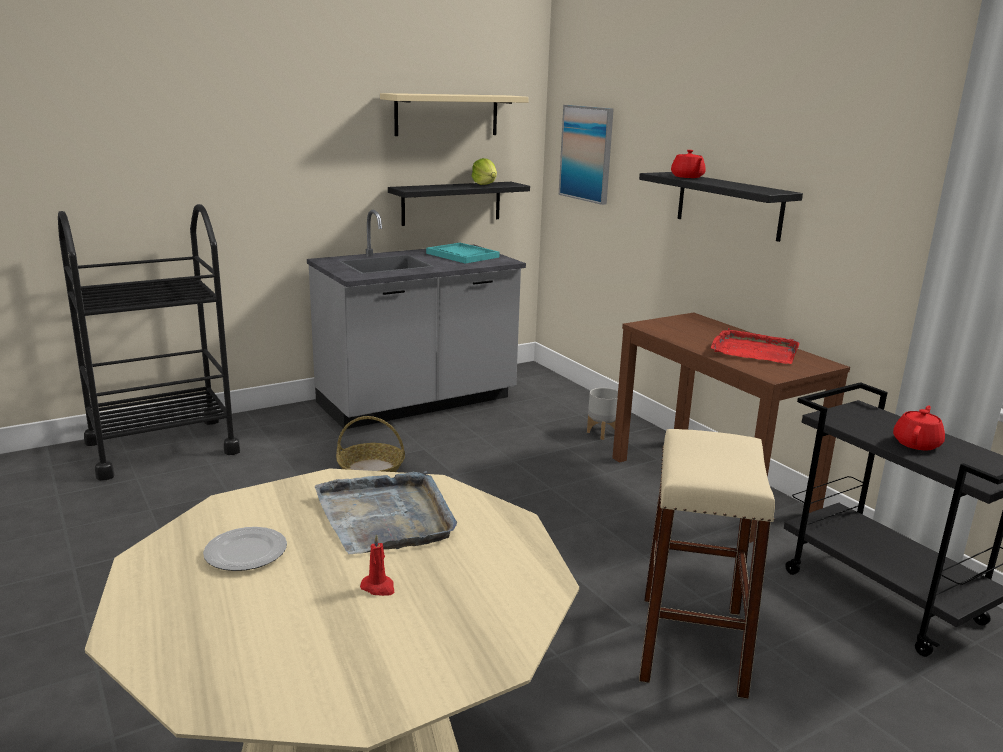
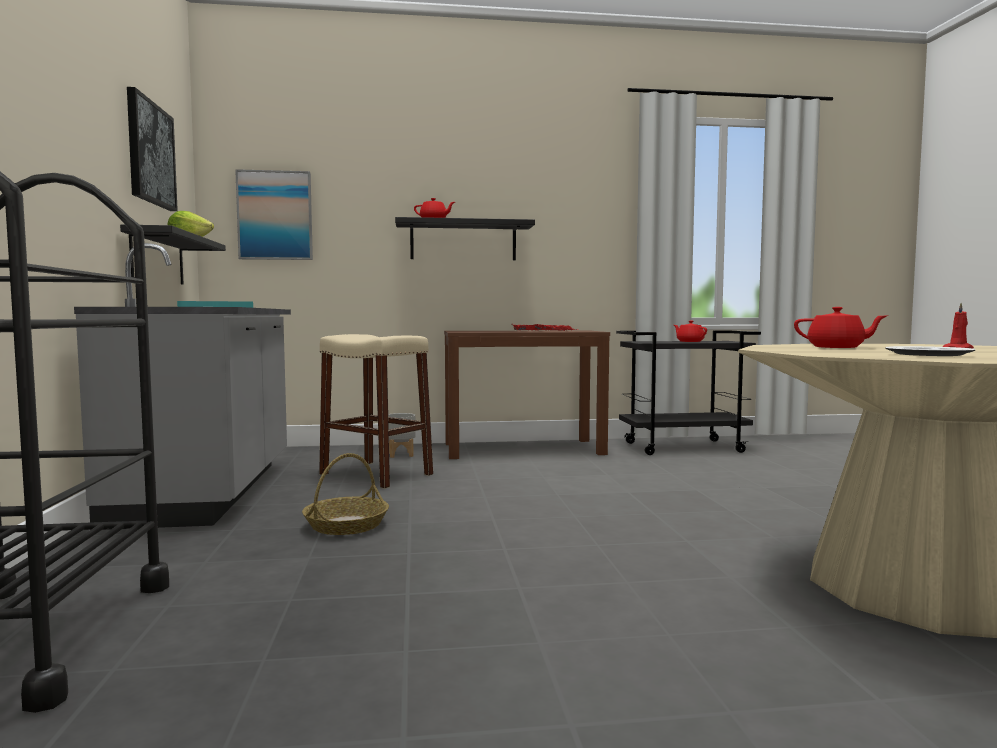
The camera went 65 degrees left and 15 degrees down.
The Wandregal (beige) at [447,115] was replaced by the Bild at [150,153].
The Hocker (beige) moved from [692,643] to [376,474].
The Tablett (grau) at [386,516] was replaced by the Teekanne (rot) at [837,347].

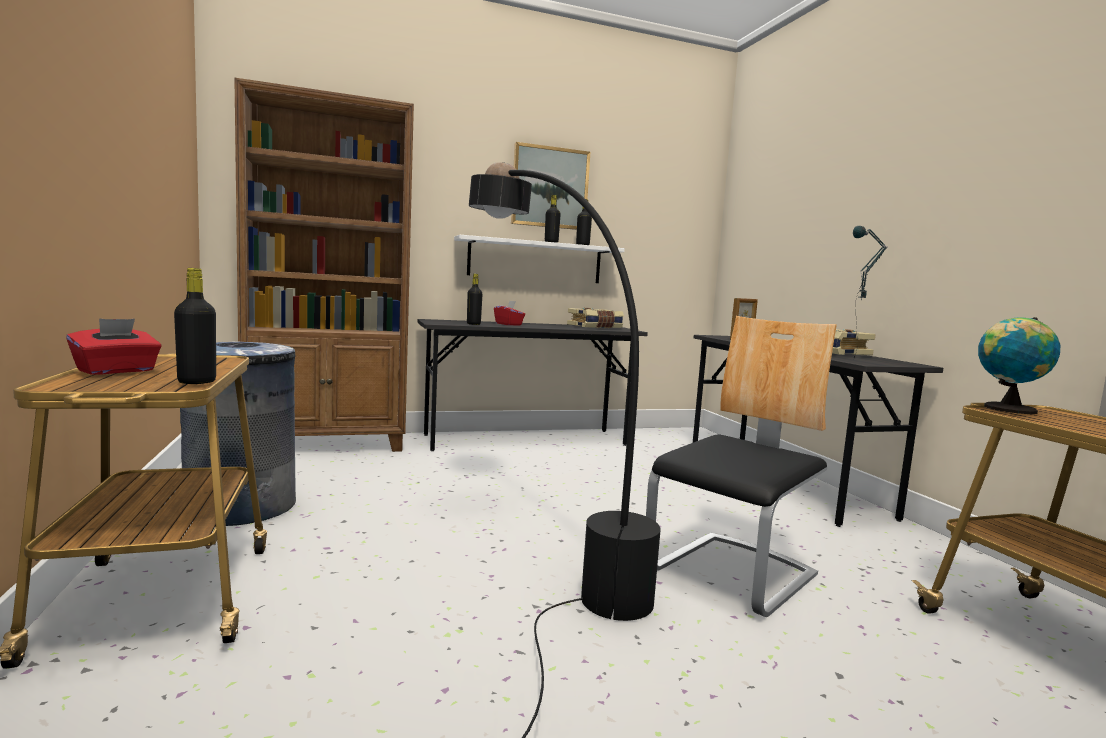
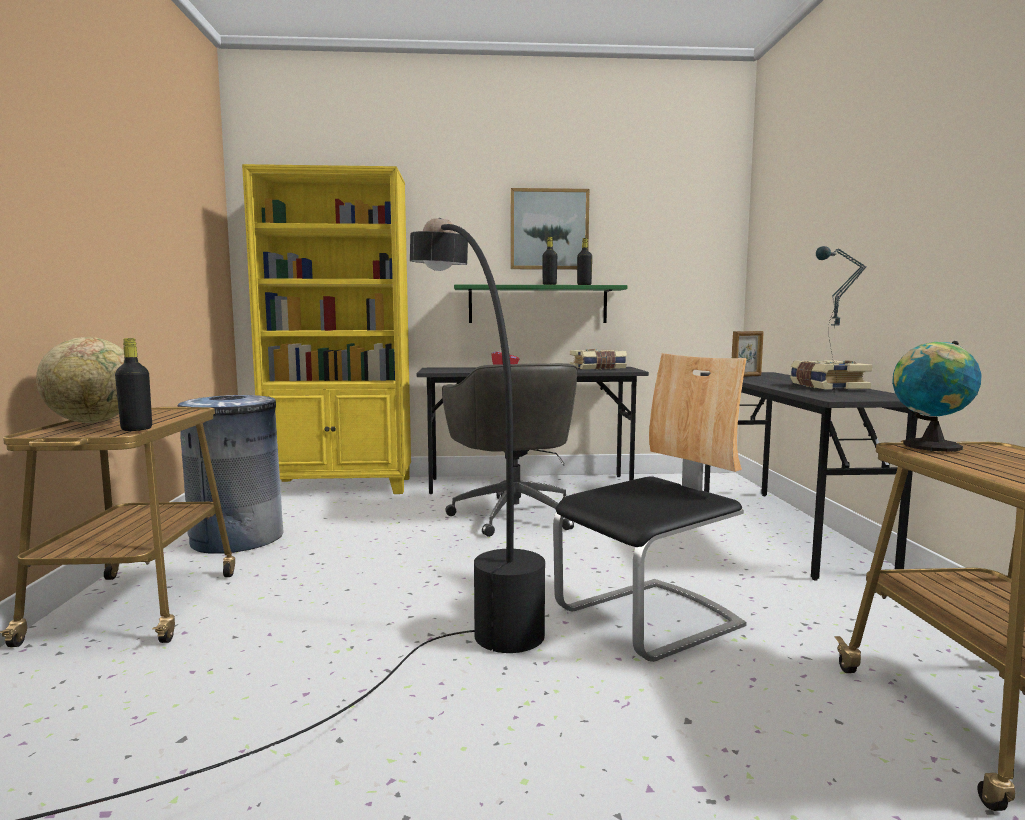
The camera went 15 degrees right and 0 degrees up.
The Taschentuchbox (rot) at [117,371] was replaced by the Globus at [93,422].
The Bücherregal (braun) at [328,444] became the Bücherregal (gelb) at [341,486].
The Bürostuhl (grau) at [514,514] appeared.
The Wandregal (weiß) at [535,261] became the Wandregal (grün) at [538,304].
The Flasche (schwarz) at [473,324] disappeared.

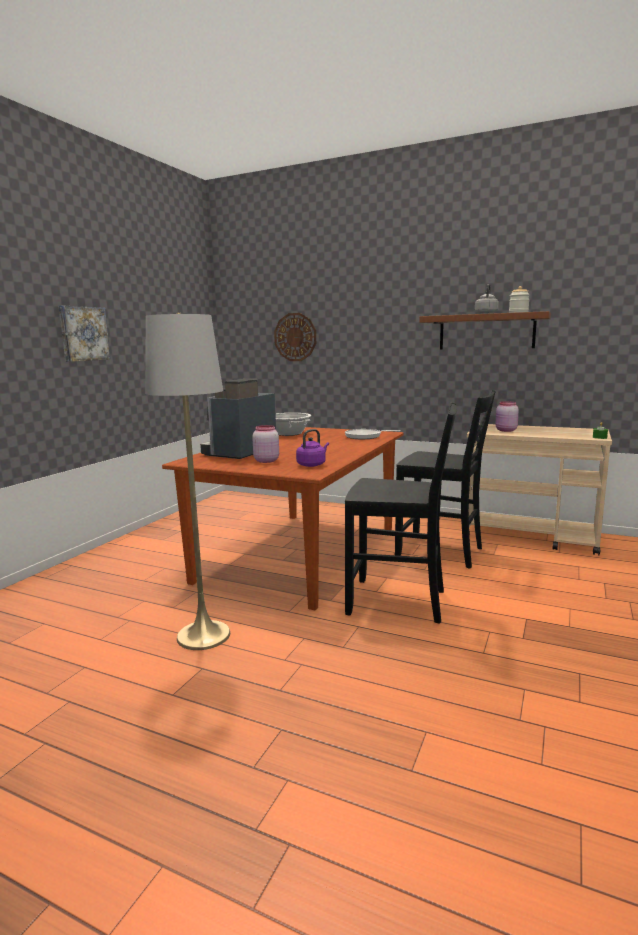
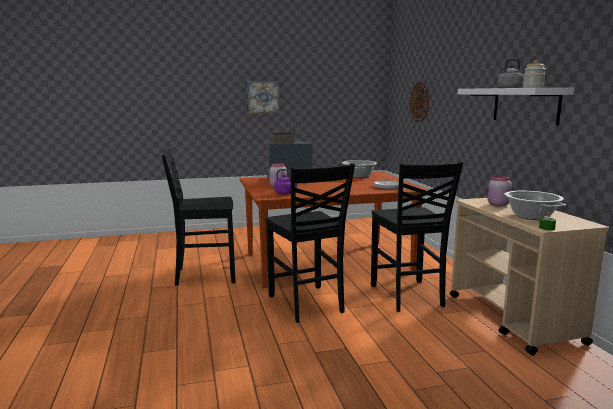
The camera went 50 degrees right and 0 degrees up.
The Stehlampe (grau) at [203,635] was replaced by the Stuhl (schwarz) at [204,275].
The Wandregal (braun) at [486,332] became the Wandregal (weiß) at [525,105].
The Kochtopf at [531,216] appeared.

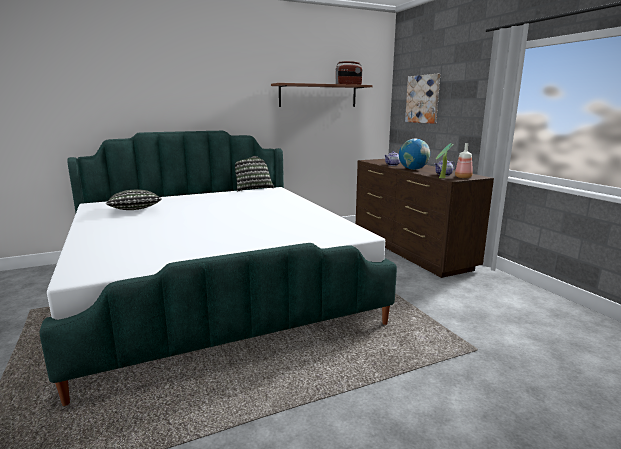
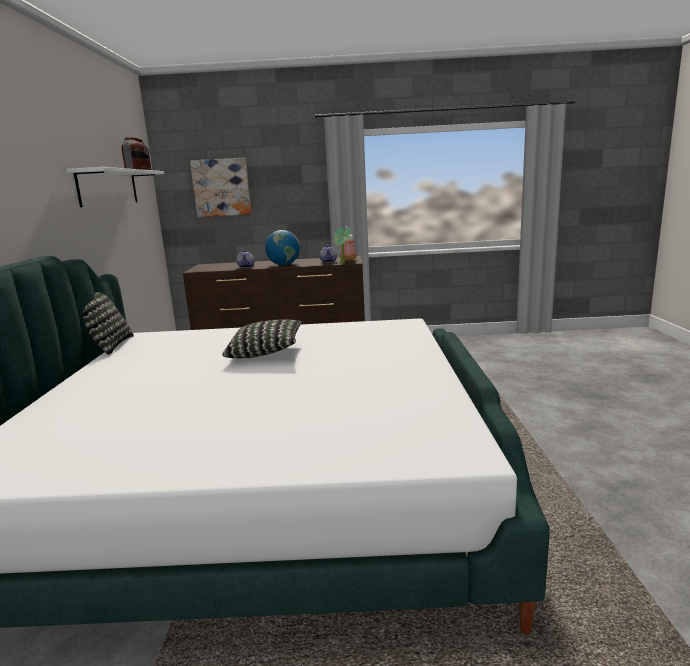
The camera went 65 degrees left and 0 degrees up.
The Wandregal (braun) at [318,95] became the Wandregal (weiß) at [108,187].
The Kissen moved from [135,210] to [266,352].

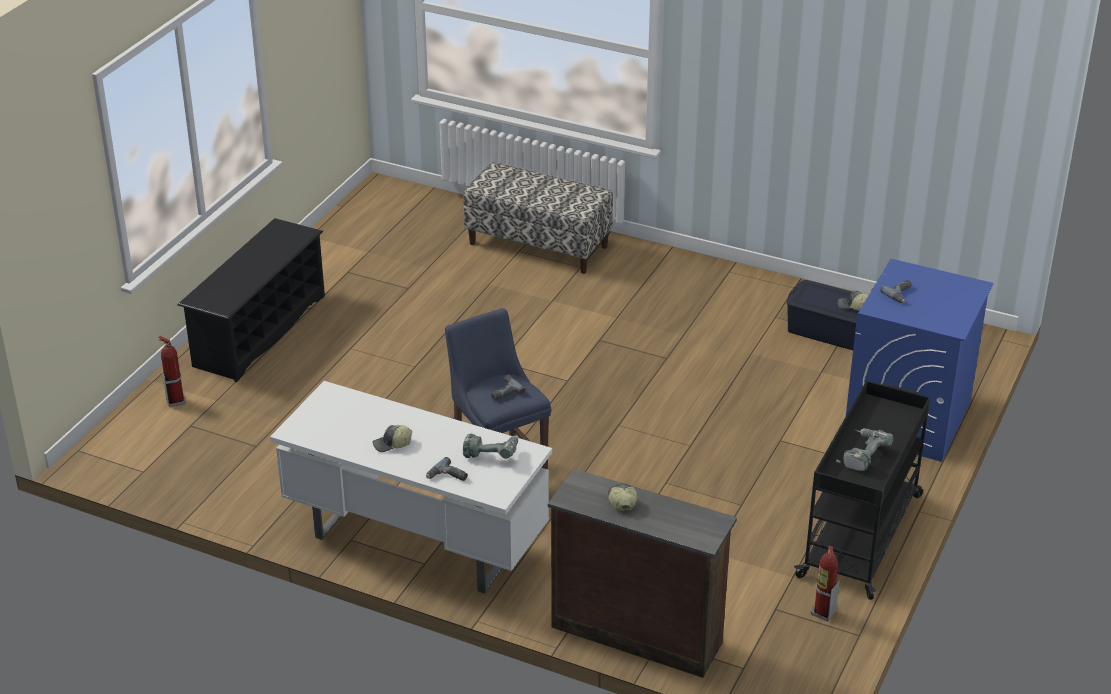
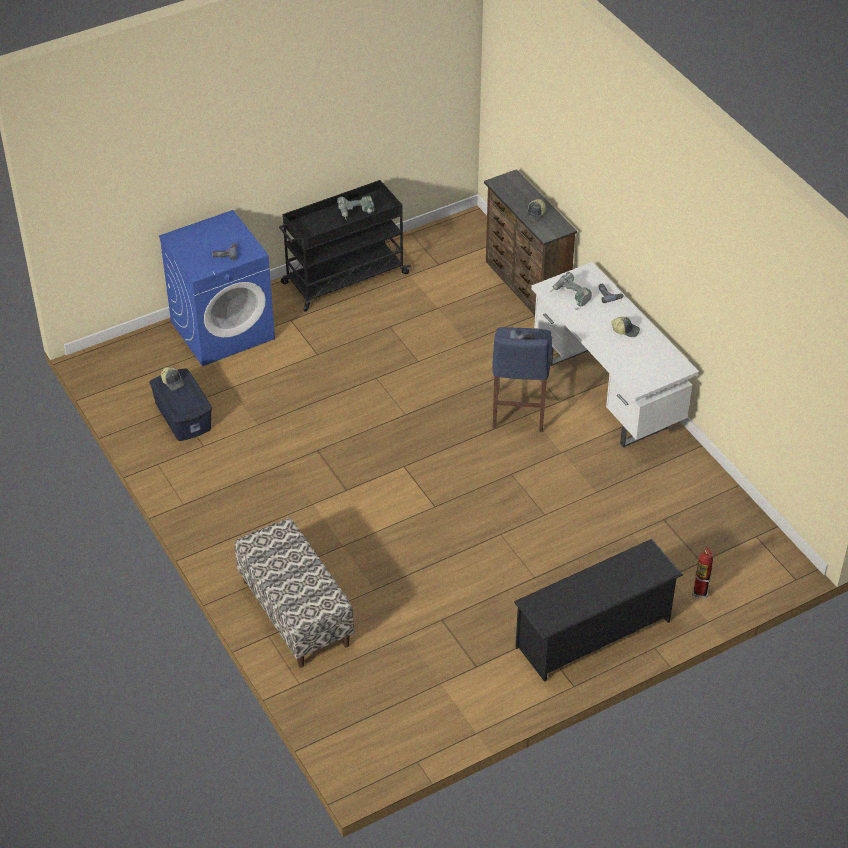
The camera went 145 degrees left and 10 degrees up.
The Feuerlöscher at [822,613] disappeared.

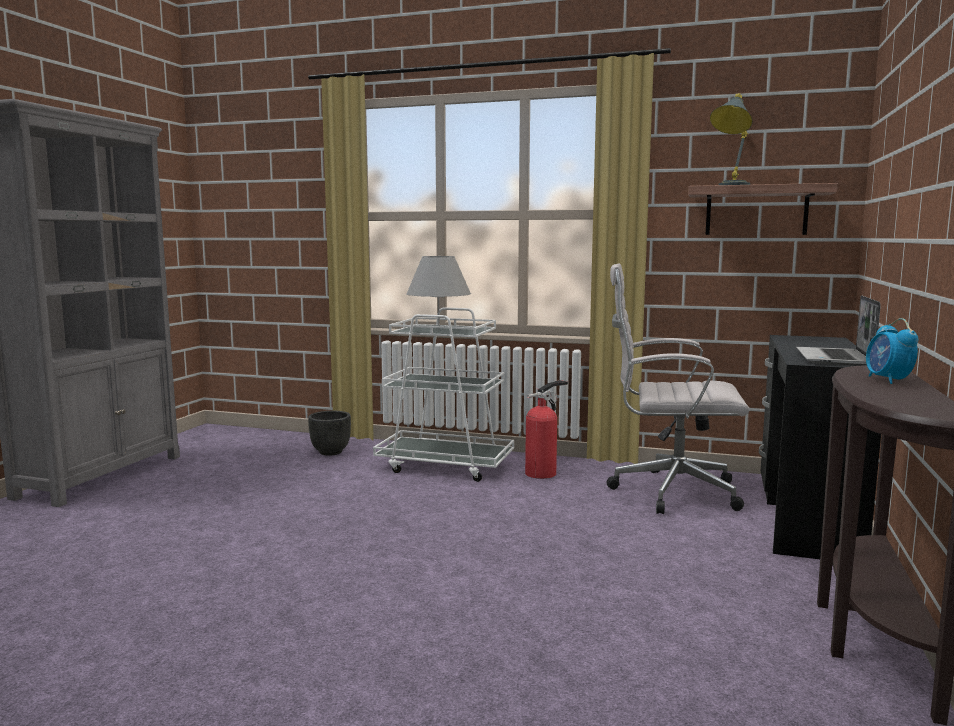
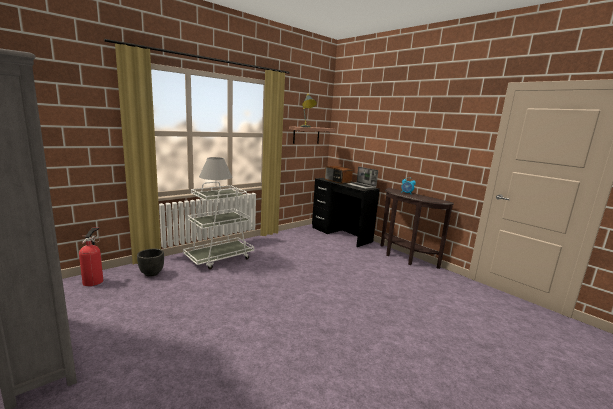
The camera went 60 degrees left and 5 degrees up.
The Feuerlöscher moved from [543,473] to [94,281].
The Radio at [337,181] appeared.
The Bürostuhl (weiß) at [669,492] disappeared.

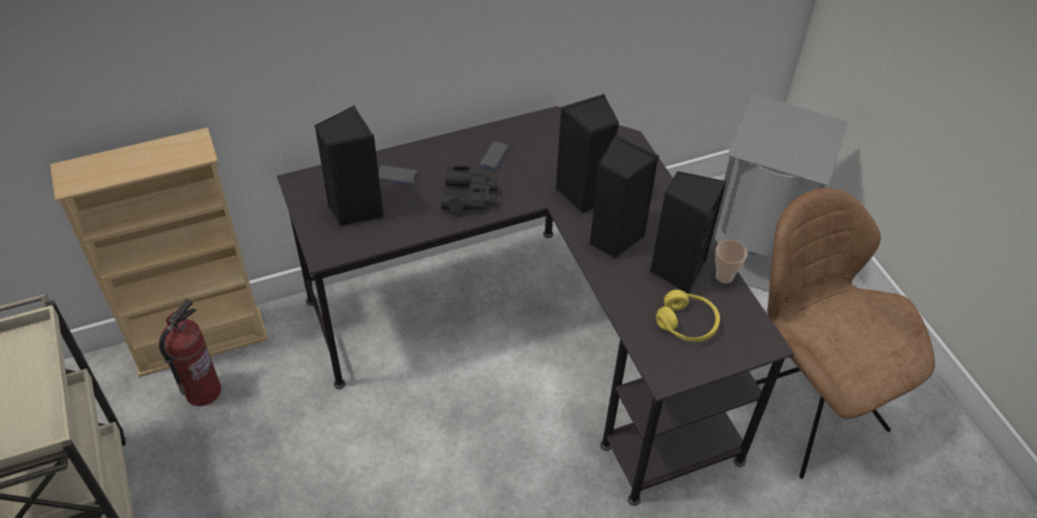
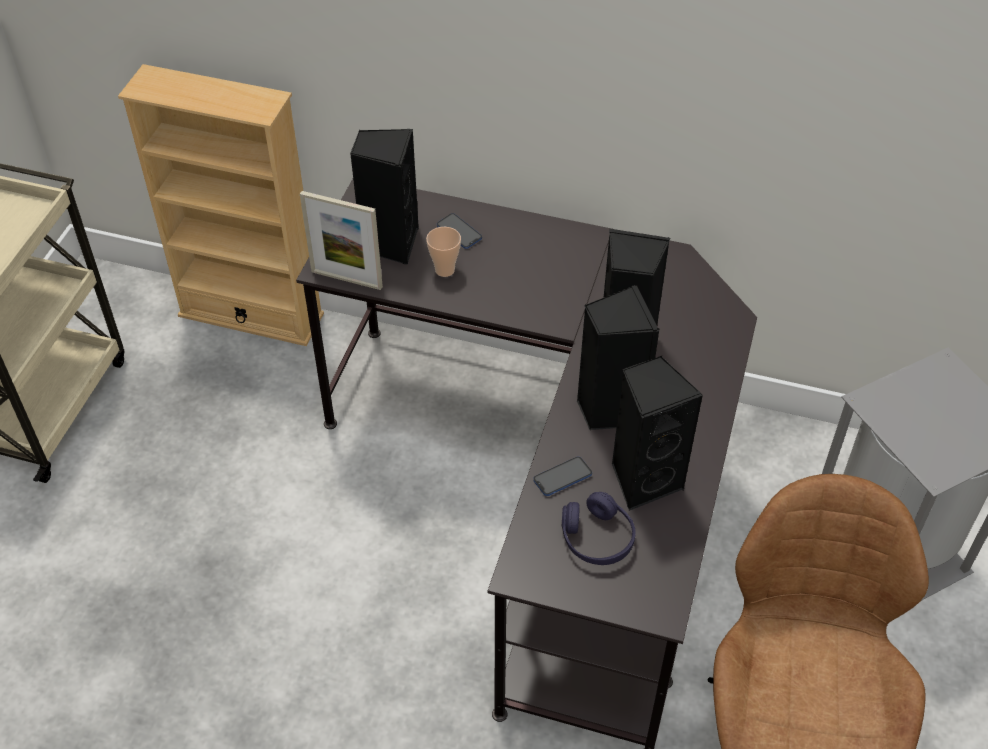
The camera went 40 degrees right and 0 degrees up.
The Bilderrahmen at [346,279] appeared.
The Tasse moved from [724,276] to [445,270].
The Handy moved from [494,156] to [562,477].
The Kopfhörer (gelb) at [687,323] became the Kopfhörer (lila) at [597,538].
The Feuerlöscher at [202,391] disappeared.
The Fernglas (schwarz) at [469,196] disappeared.

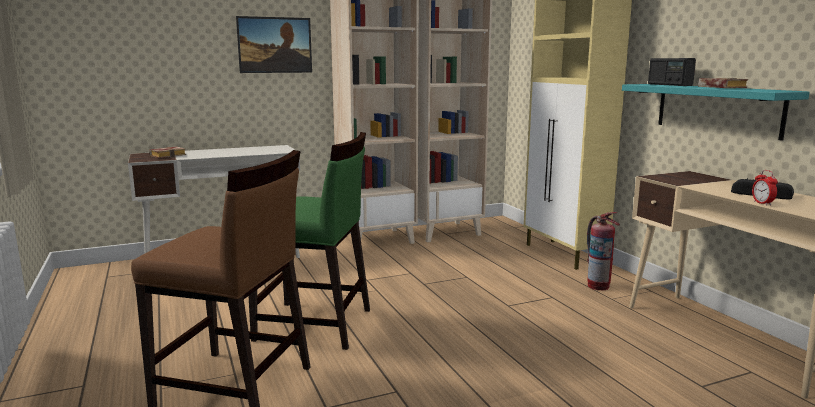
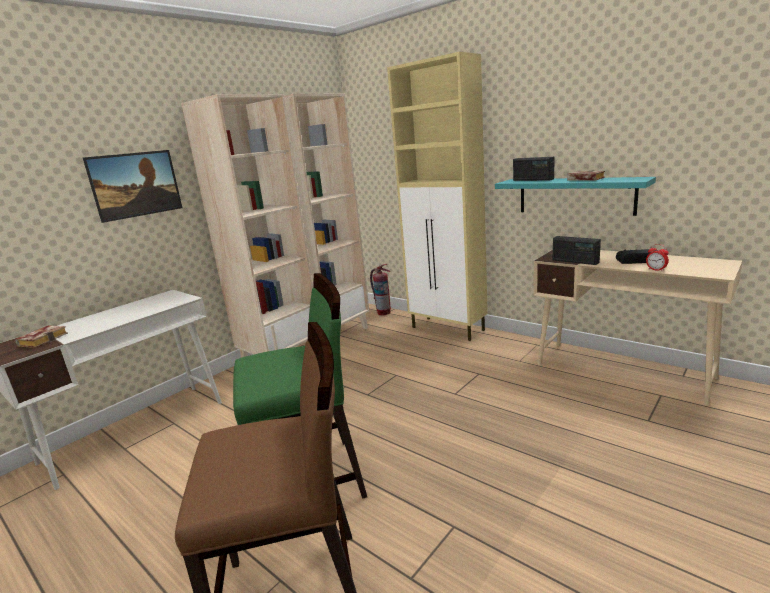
The camera went 25 degrees left and 5 degrees up.
The Feuerlöscher moved from [598,286] to [383,312].
The Radio at [575,261] appeared.

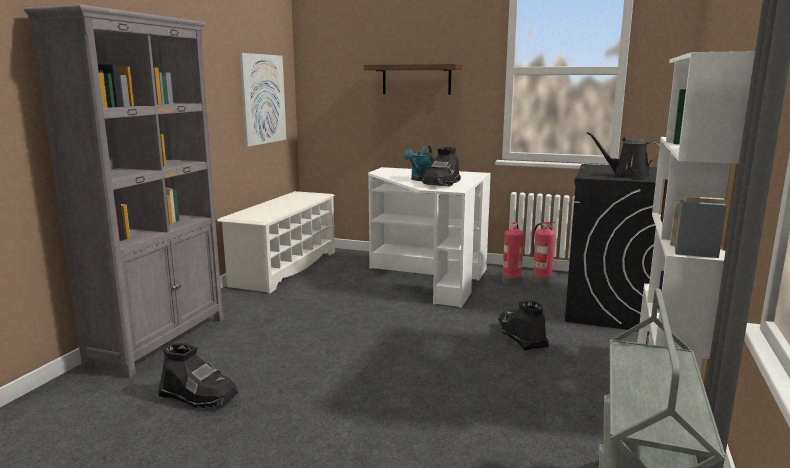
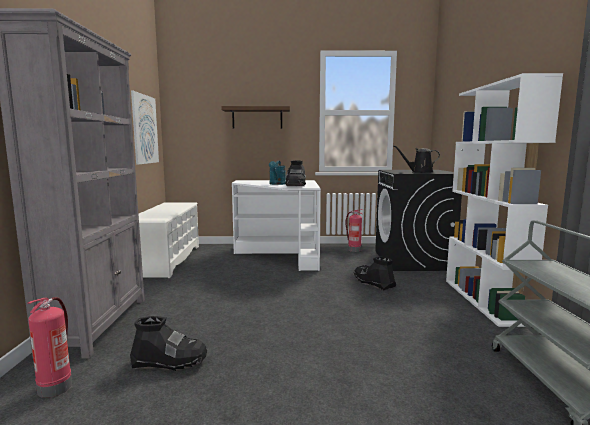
The camera went 20 degrees left and 5 degrees down.
The Feuerlöscher moved from [511,280] to [55,387].

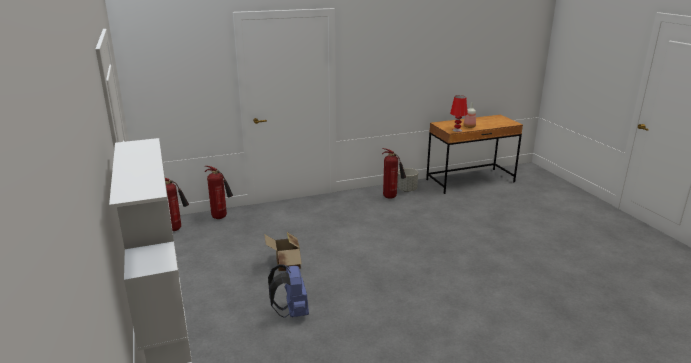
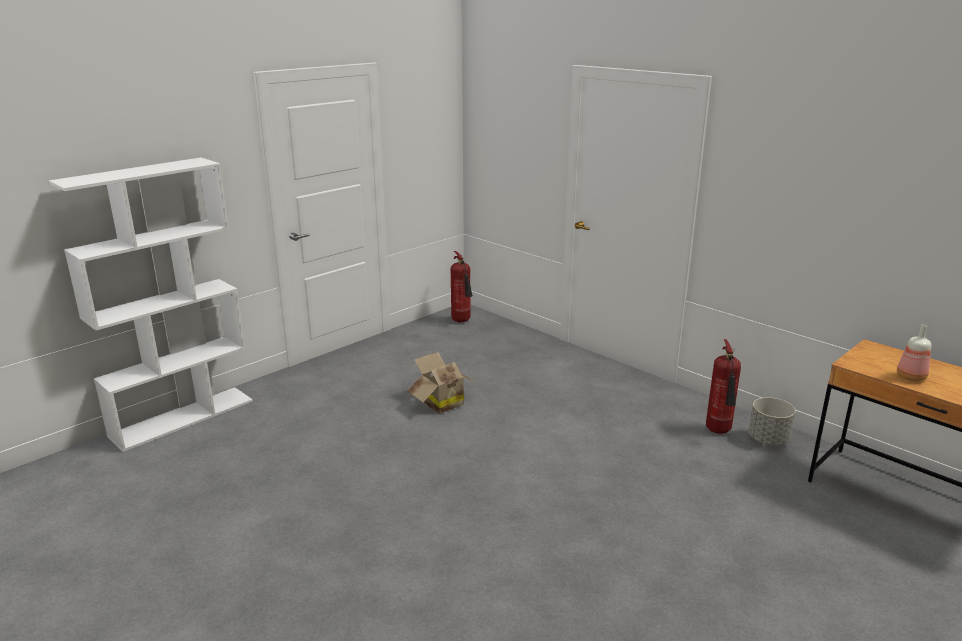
The camera went 65 degrees right and 0 degrees up.
The Feuerlöscher at [221,217] disappeared.
The Rucksack (blau) at [292,312] disappeared.
The Tischlampe (rot) at [457,130] disappeared.

